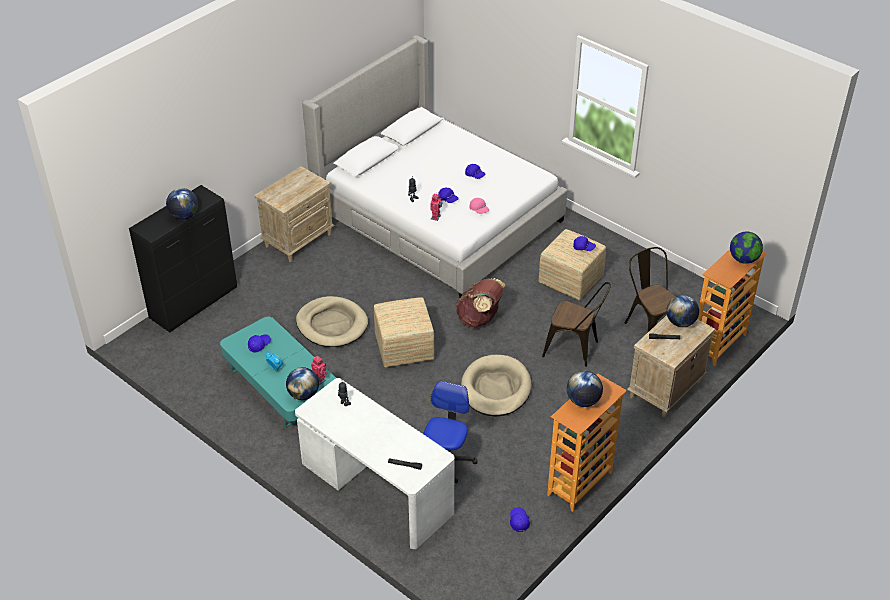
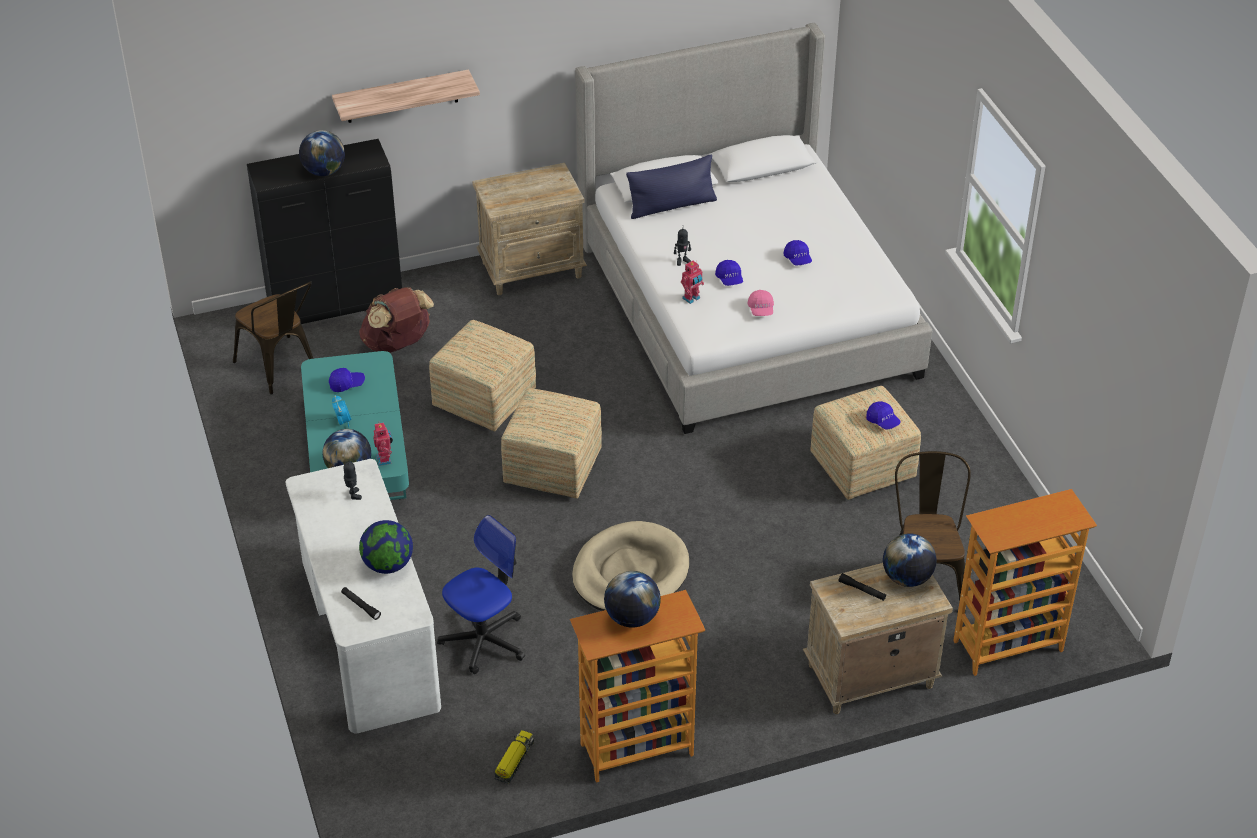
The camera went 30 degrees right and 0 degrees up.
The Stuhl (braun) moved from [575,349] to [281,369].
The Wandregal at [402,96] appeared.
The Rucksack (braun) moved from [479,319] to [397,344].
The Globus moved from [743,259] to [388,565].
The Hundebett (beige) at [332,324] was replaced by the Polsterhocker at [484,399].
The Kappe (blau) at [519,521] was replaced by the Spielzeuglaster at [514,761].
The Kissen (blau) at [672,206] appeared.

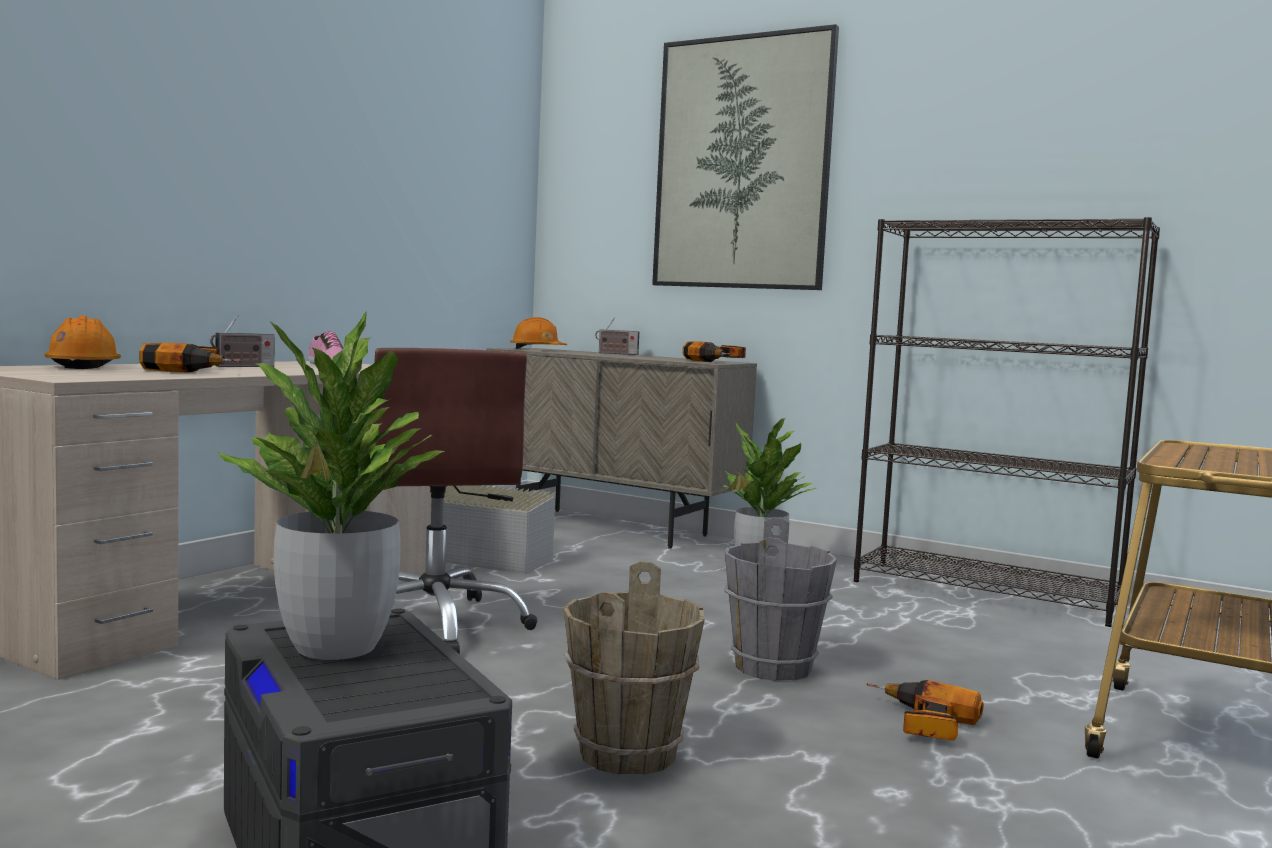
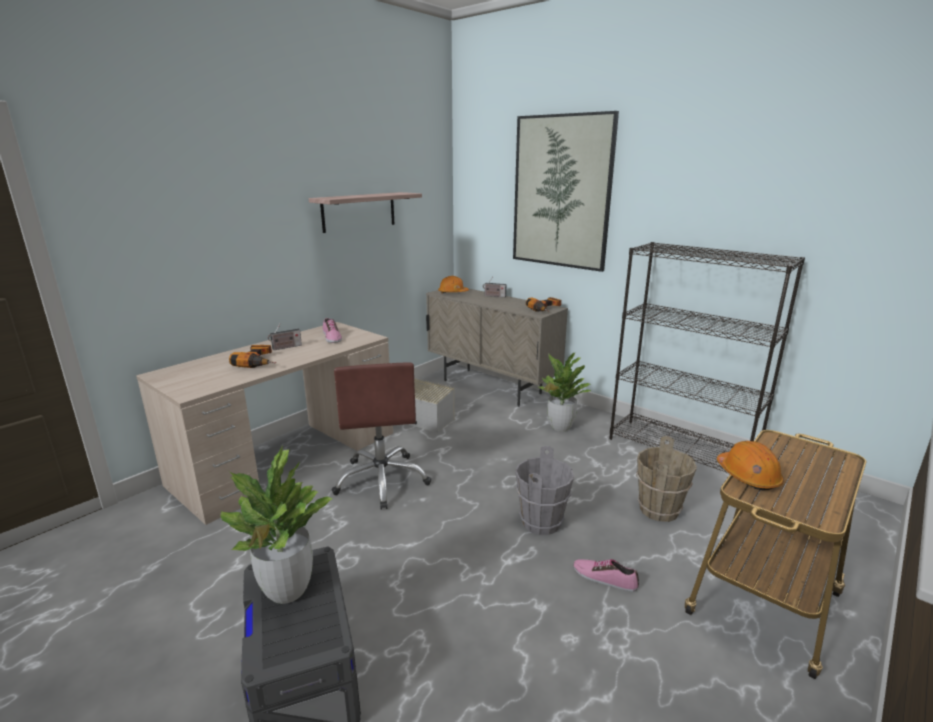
The camera went 10 degrees right and 15 degrees up.
The Wandregal at [359,211] appeared.
The Bohrmaschine at [921,724] was replaced by the Schuh at [604,578].
The Eimer (braun) moved from [629,754] to [659,510].
The Schutzhelm (orange) moved from [83,366] to [748,476].

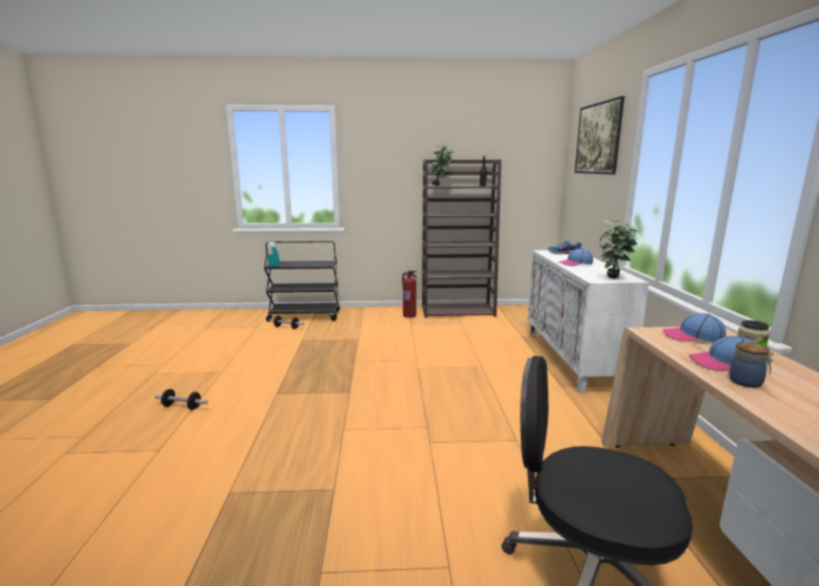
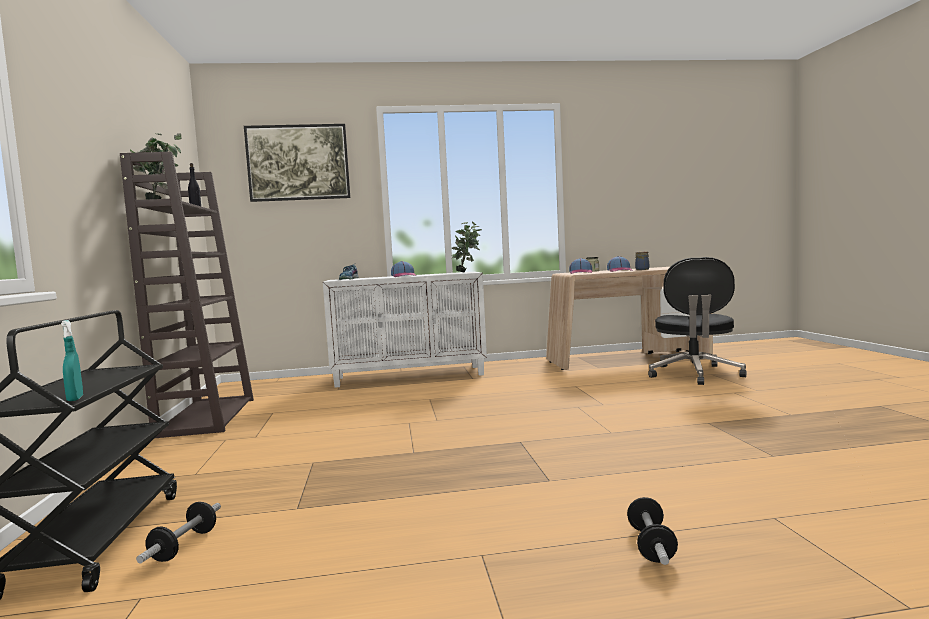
The camera went 95 degrees left and 10 degrees down.
The Feuerlöscher at [409,315] disappeared.

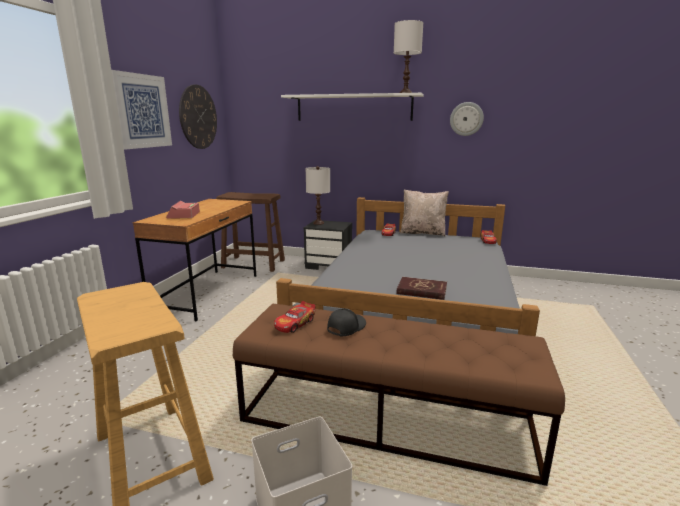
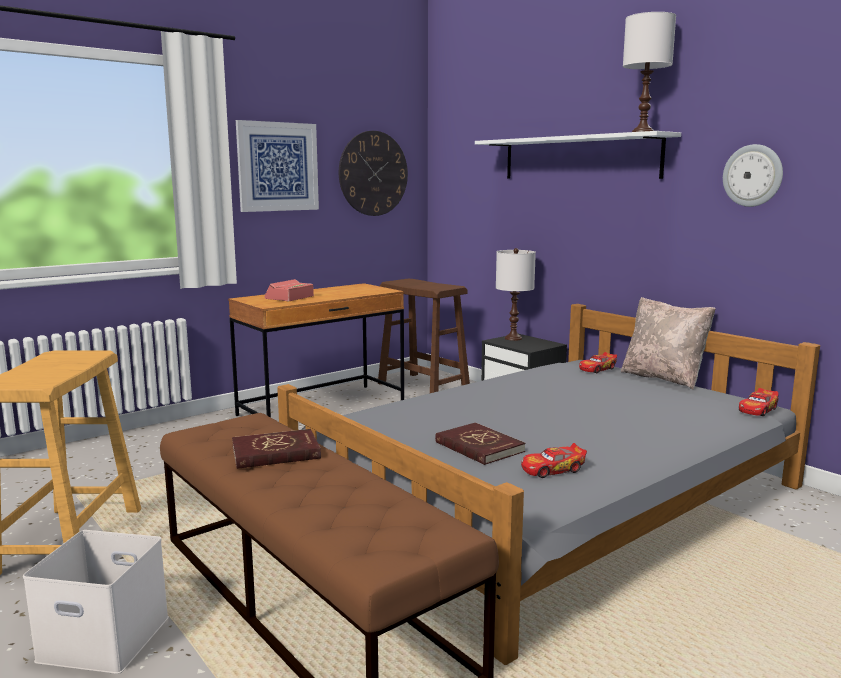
The camera went 35 degrees right and 5 degrees down.
The Kappe (schwarz) at [345,327] was replaced by the Buch (rot) at [275,453].
The Spielzeugauto moved from [295,323] to [552,469].

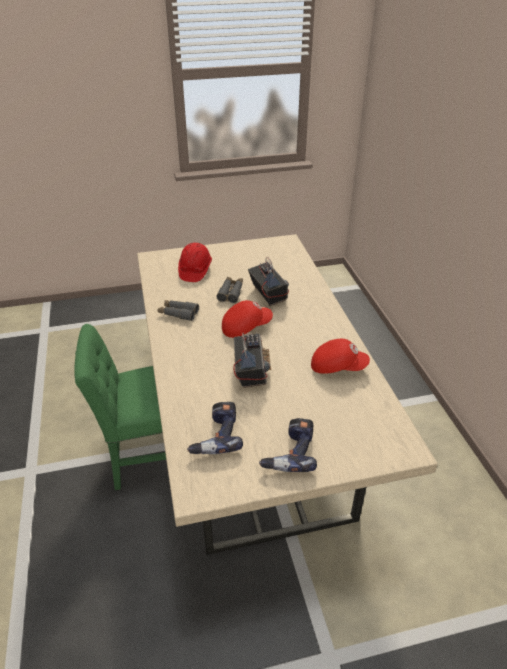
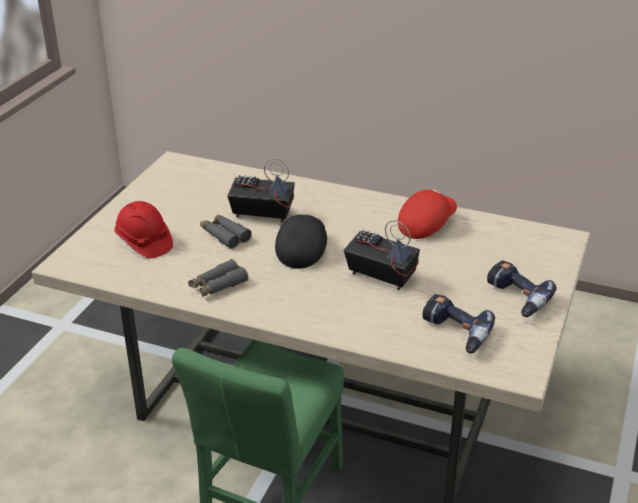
The camera went 55 degrees left and 5 degrees down.
The Kappe (rot) at [245,327] became the Kappe (schwarz) at [301,250].

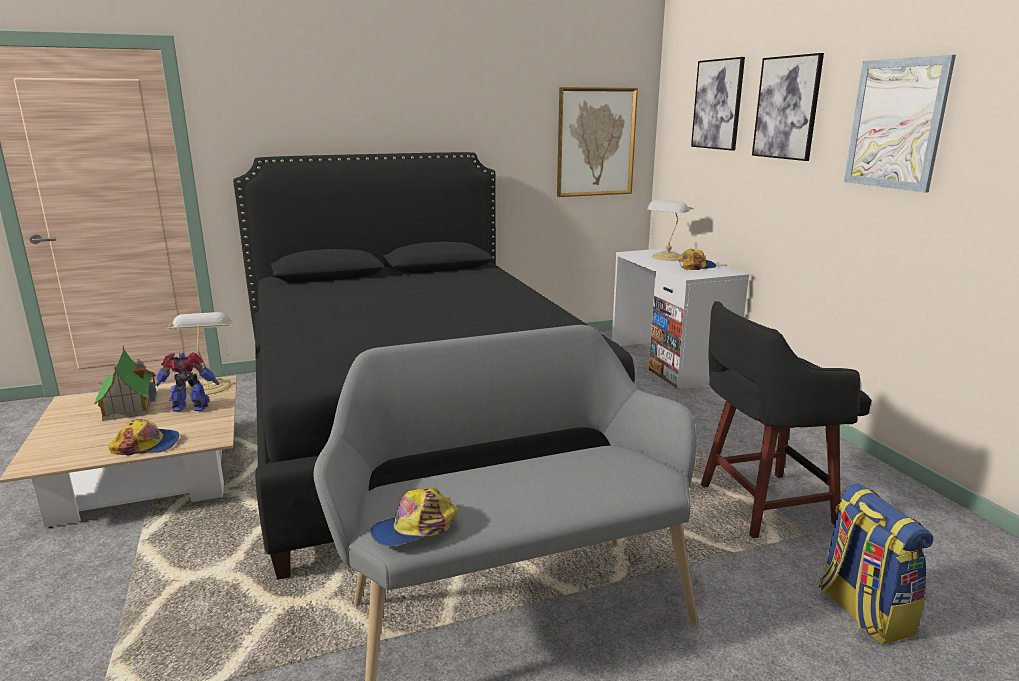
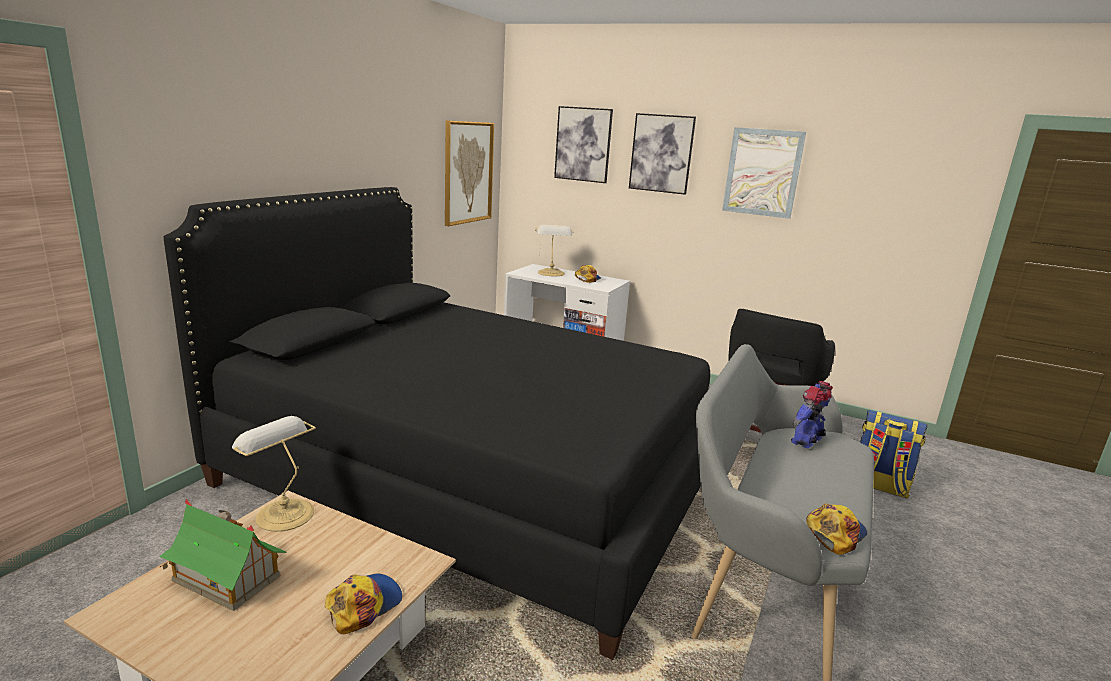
The camera went 45 degrees left and 0 degrees up.
The Spielzeugroboter moved from [190,408] to [807,441].
The Kappe at [415,529] turned 150 degrees counterclockwise.

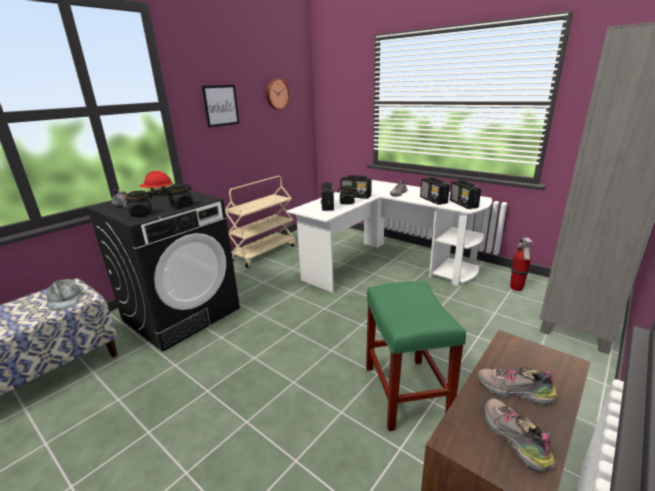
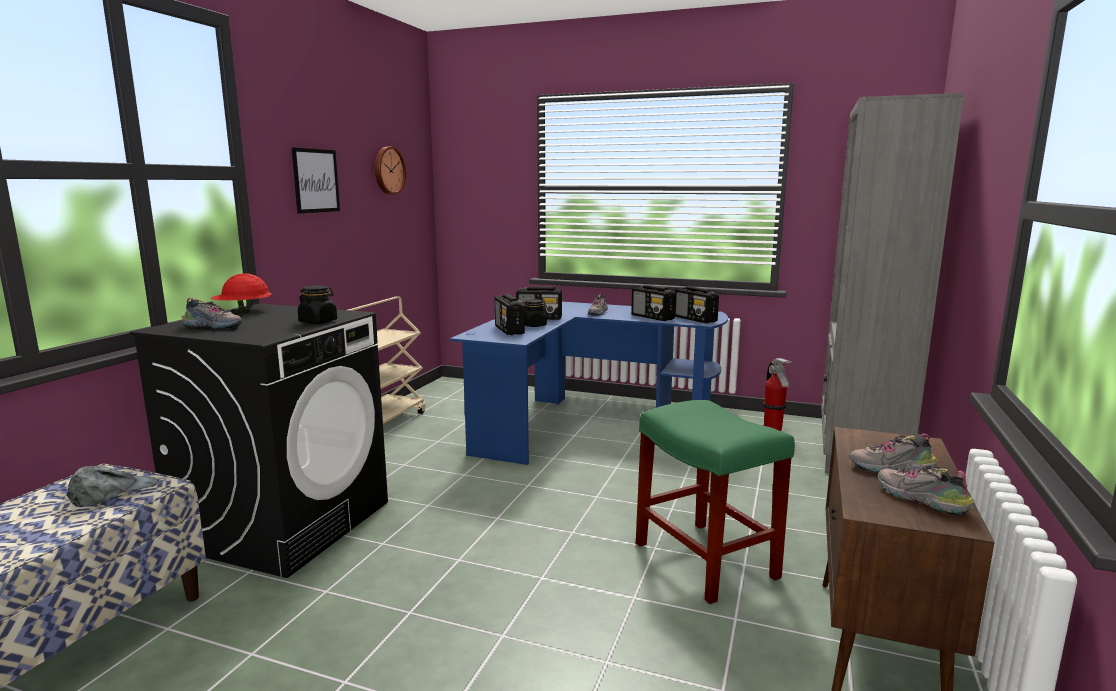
The camera went 20 degrees left and 10 degrees down.
The Kappe (grau) at [64,299] turned 90 degrees counterclockwise.
The Schreibtisch (weiß) at [386,265] became the Schreibtisch (blau) at [586,423].
The Vorratsglas (schwarz) at [142,214] disappeared.

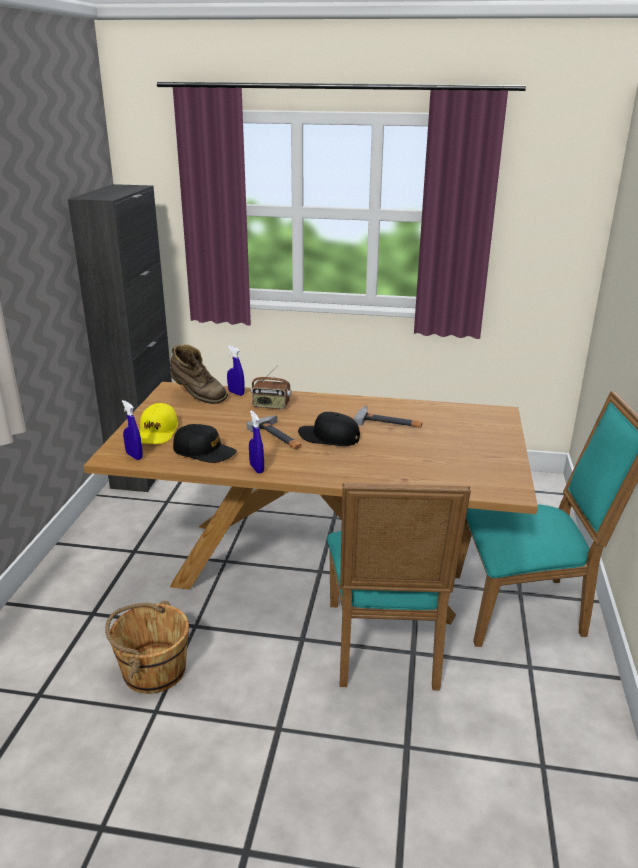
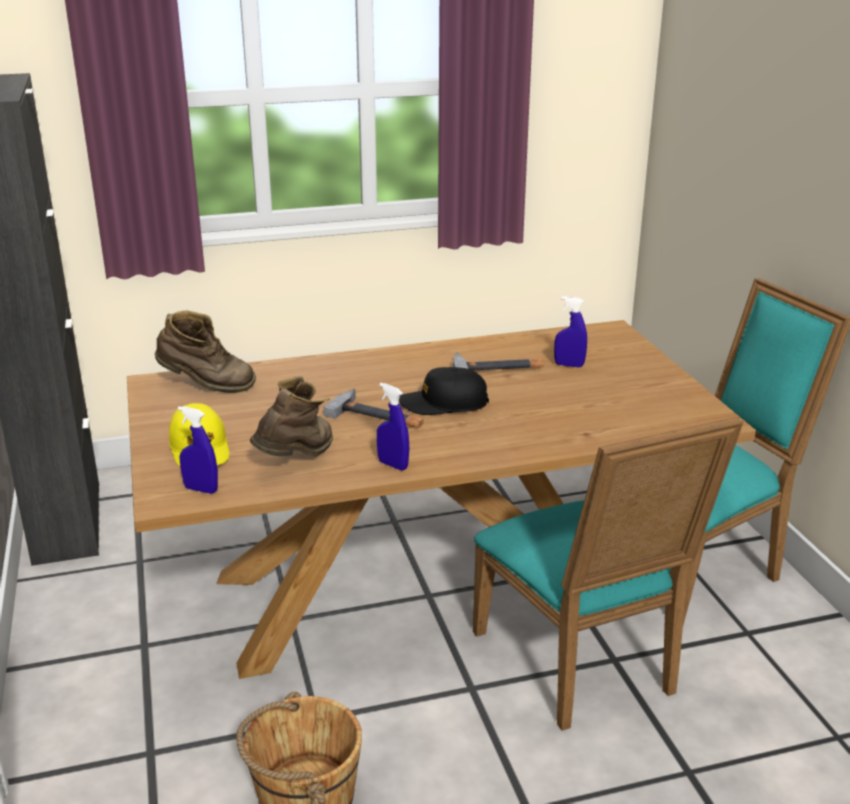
The camera went 25 degrees left and 0 degrees up.
The Kappe (schwarz) at [204,452] was replaced by the Stiefel (braun) at [297,460].
The Sprühflasche (blau) moved from [236,393] to [569,365].
The Radio at [271,406] disappeared.

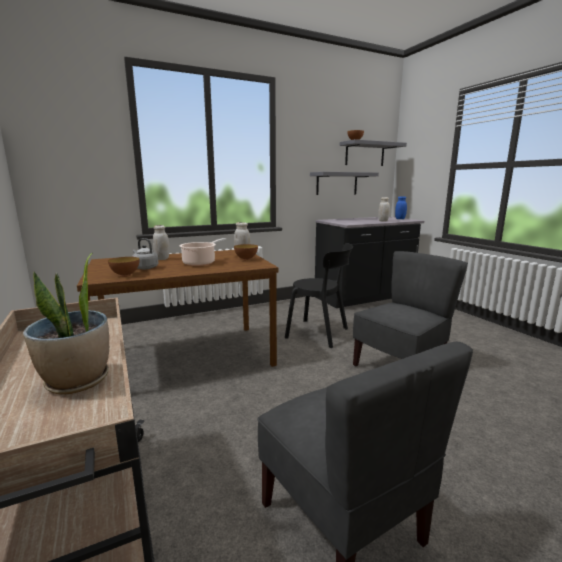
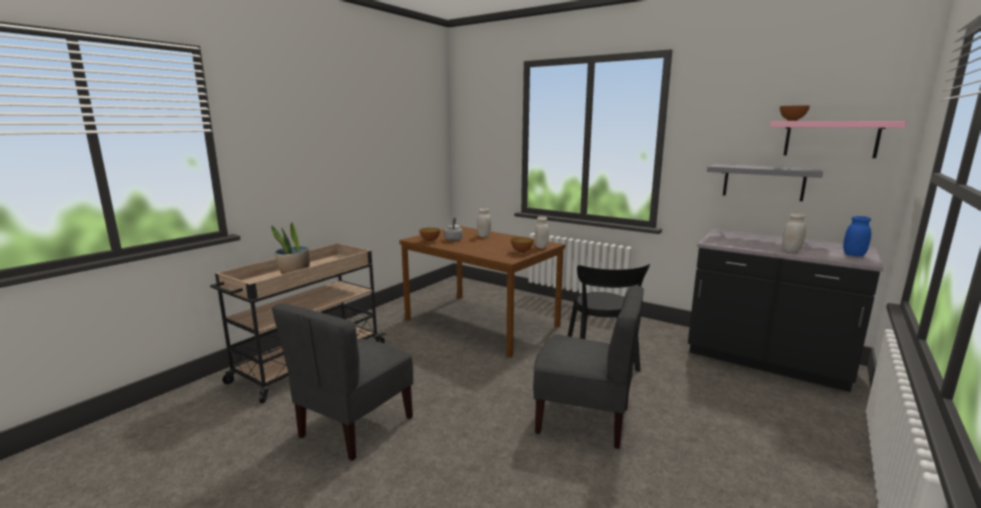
The camera went 60 degrees right and 0 degrees up.
The Wandregal (grau) at [365,154] became the Wandregal (rosa) at [830,139].
The Kochtopf at [200,263] disappeared.

